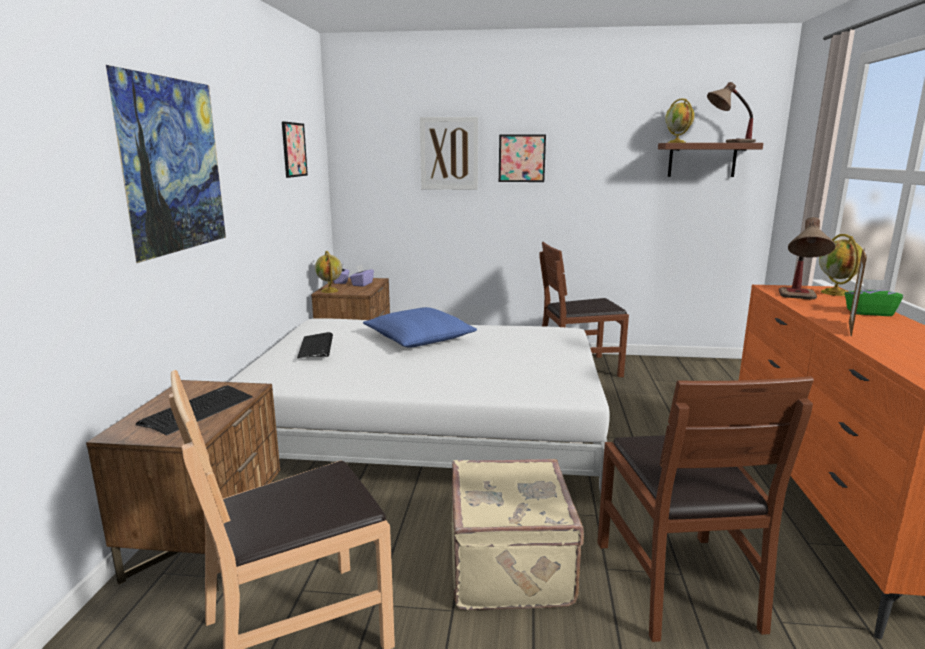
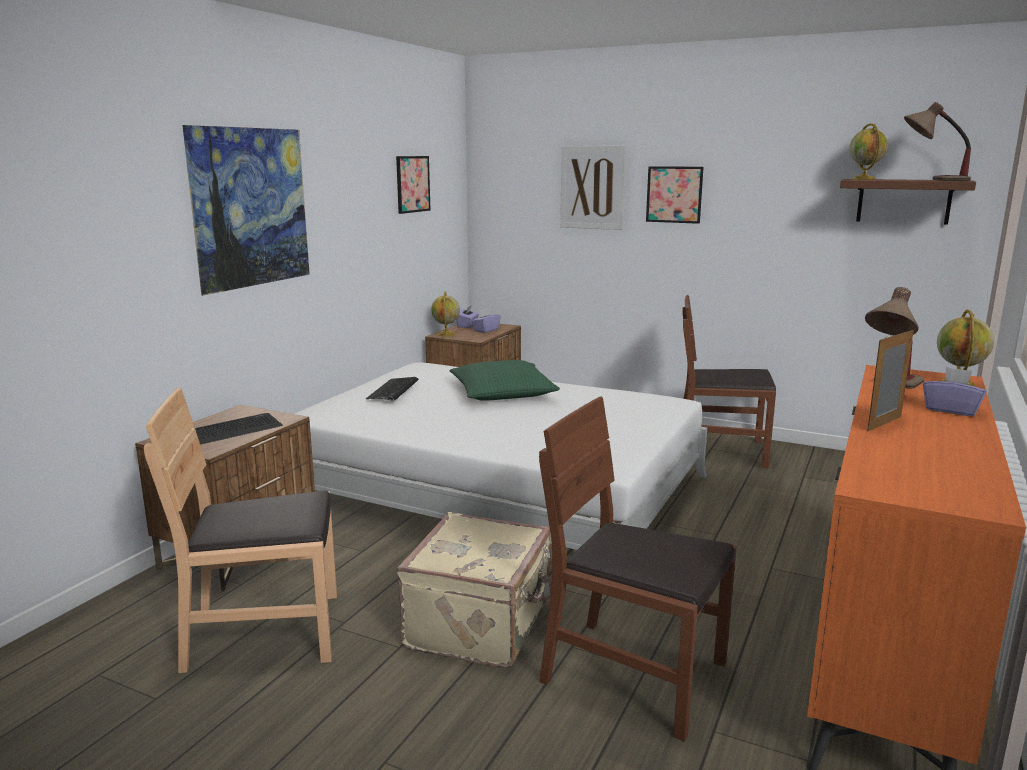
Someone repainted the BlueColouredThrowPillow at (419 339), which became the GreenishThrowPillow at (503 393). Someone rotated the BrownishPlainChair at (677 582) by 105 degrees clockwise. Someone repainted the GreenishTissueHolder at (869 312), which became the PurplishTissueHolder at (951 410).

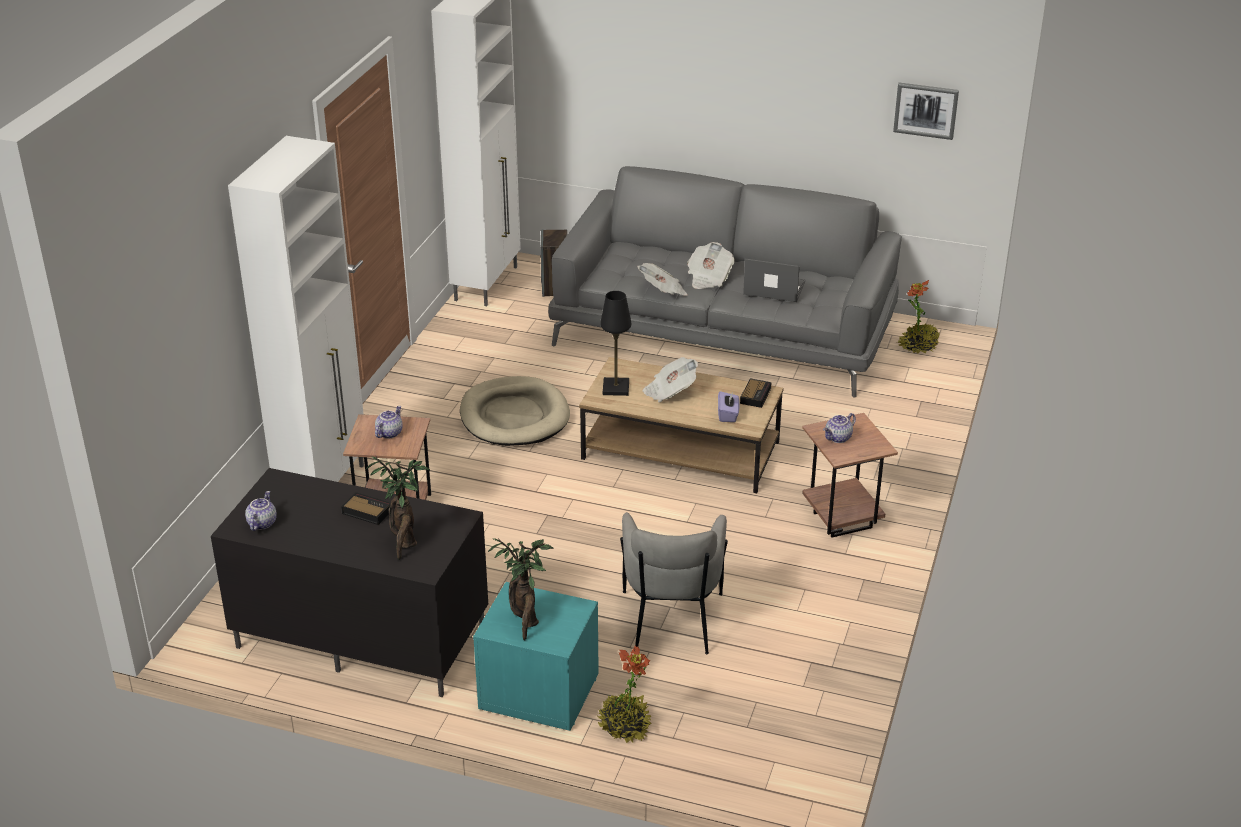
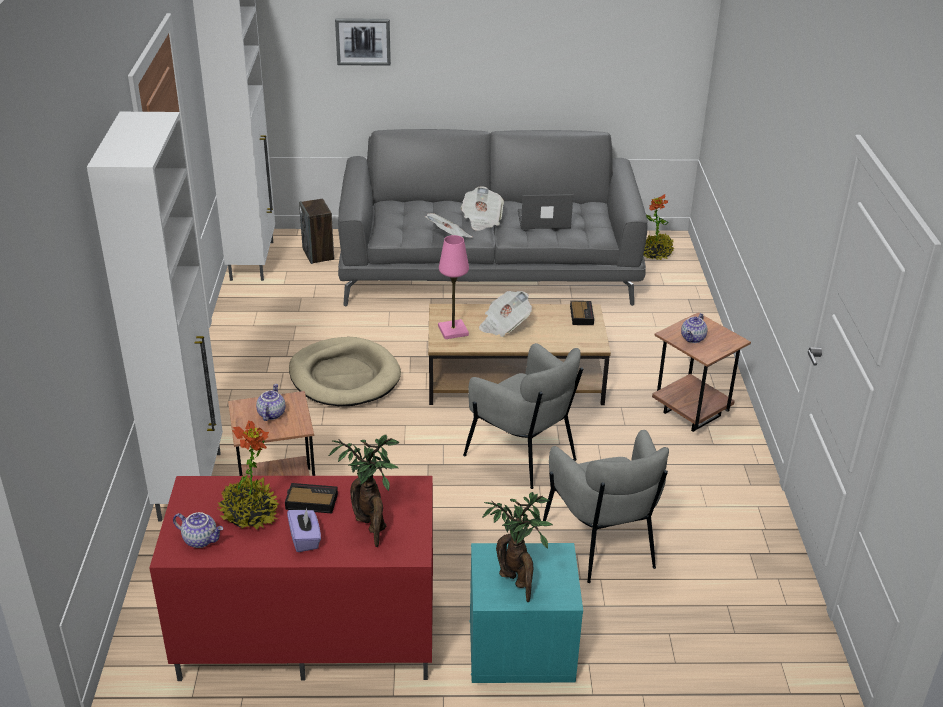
Someone repainted the BlackColouredTvUnit at (358 637), which became the ReddishTvUnit at (306 636). Someone rotated the TeaPot at (261 523) by 120 degrees clockwise. Someone carried the Houseplant from (624 726) to (250 514). Someone carried the PurplishTissueHolder from (728 415) to (305 539). Someone carried the Picture from (926 110) to (363 41). Someone repainted the BlackColouredTabletopLamp at (615 388), which became the PinkishTabletopLamp at (453 331). Someone put down the GreyishEasyChair at (524 455).

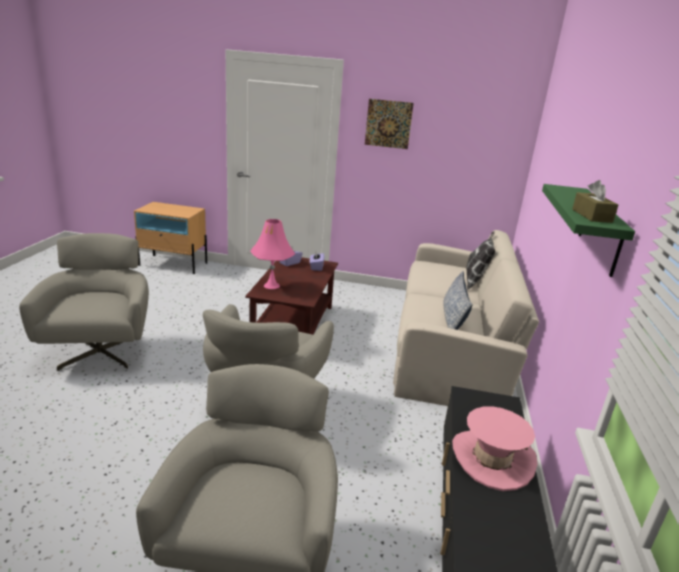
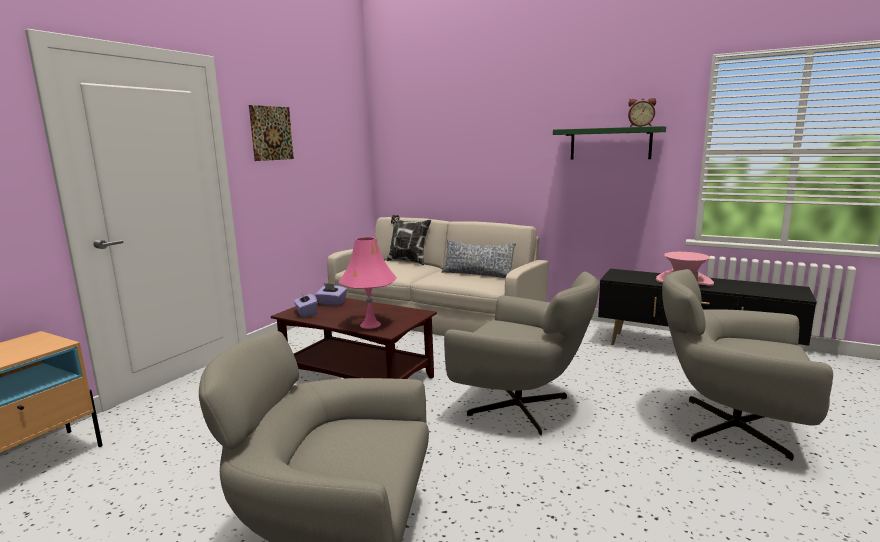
Someone swapped the BrownishTissueHolder at (591 216) for the TableClock at (640 126).

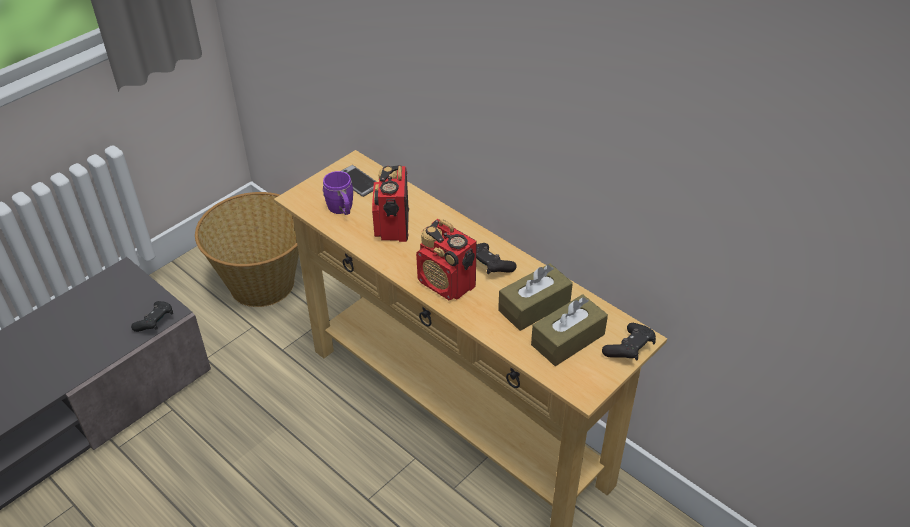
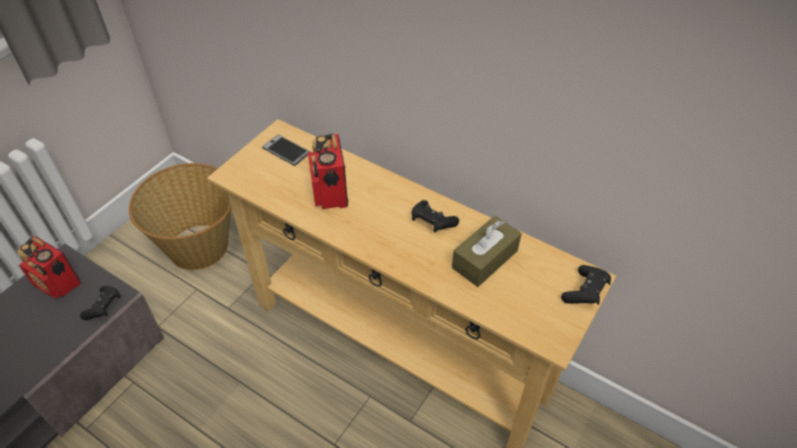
Someone carried the Radio from (447 284) to (57 284). Someone took away the PurplishMug at (342 210). Someone took away the BrownishTissueHolder at (568 339).

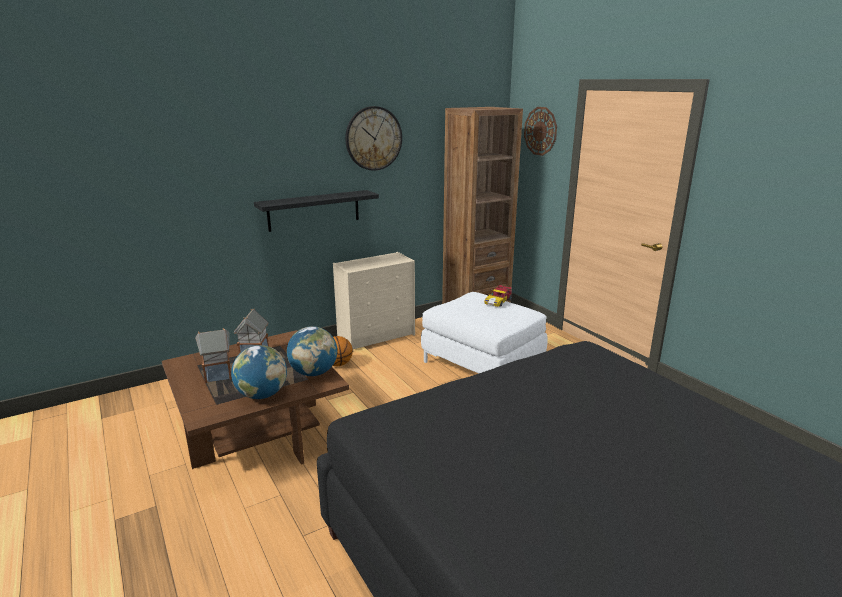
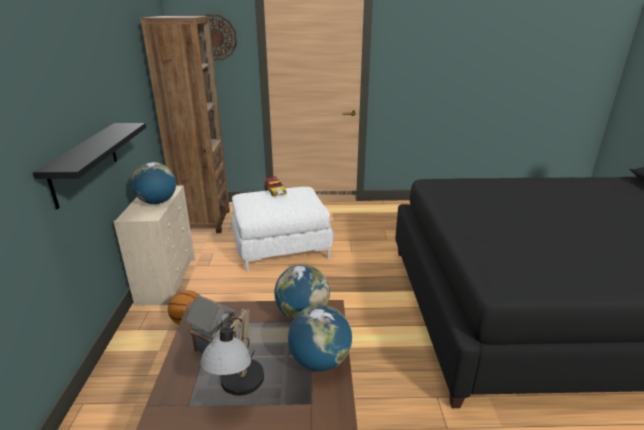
Someone put down the DeskGlobe at (157 202). Someone swapped the ModelHouse at (219 375) for the TabletopLamp at (238 388). Someone took away the ClockOnTheWall at (373 138).

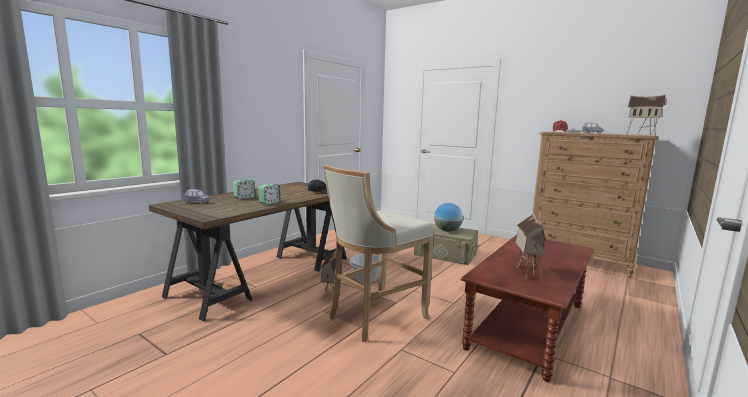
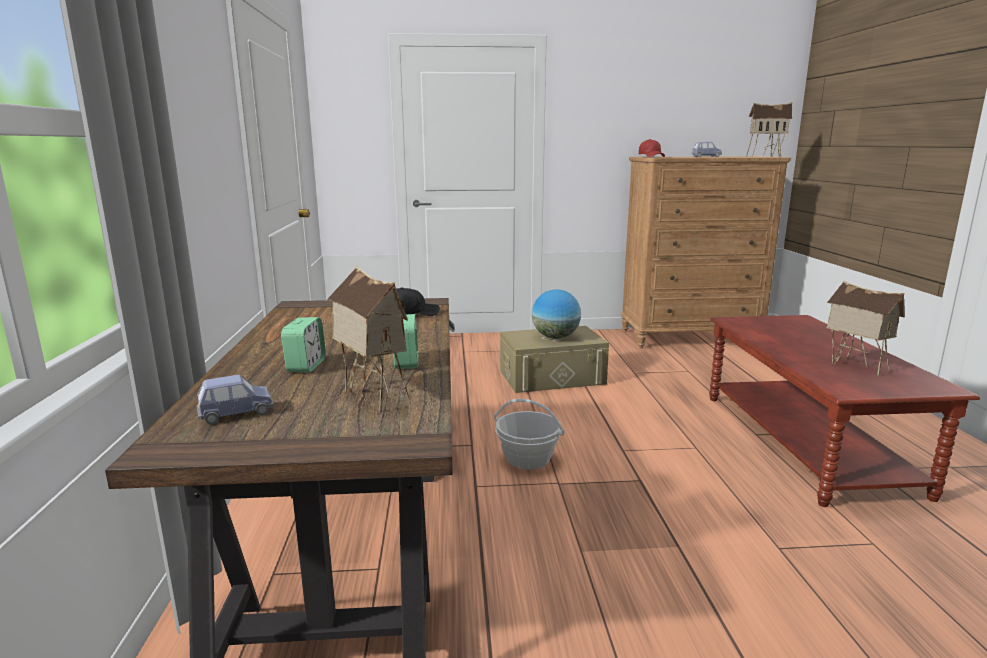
Someone carried the ModelHouse from (329 295) to (372 395). Someone took away the BeigeSittingStool at (374 317).

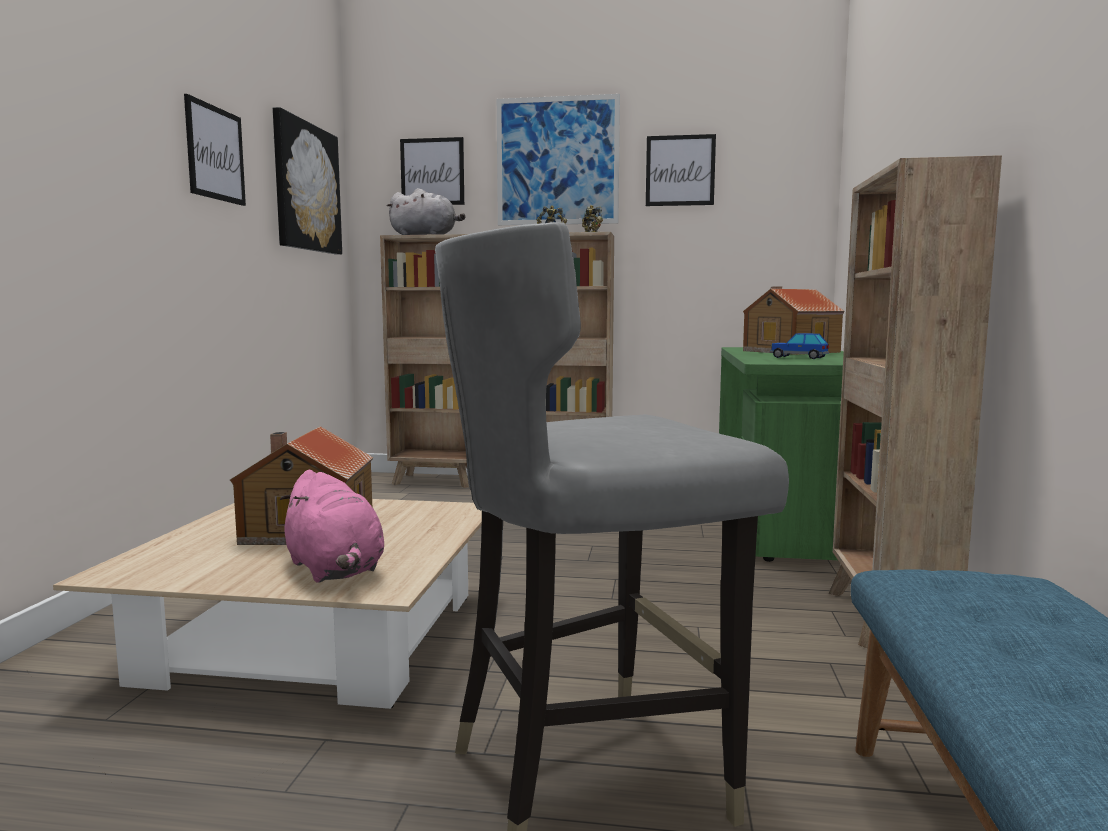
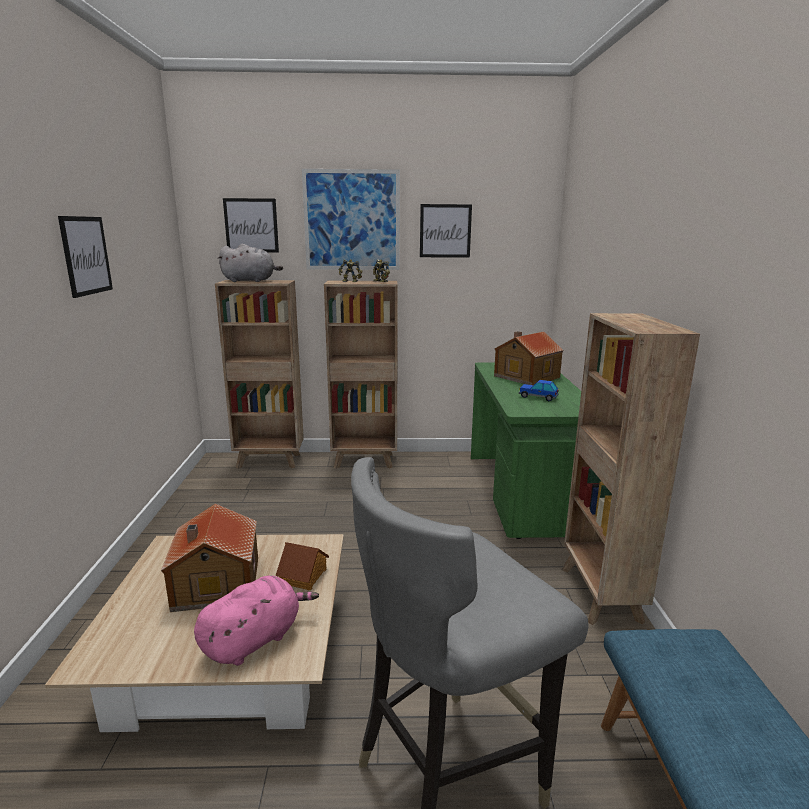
Someone rotated the PinkishPlushToy at (335 570) by 90 degrees counterclockwise. Someone put down the ModelHouse at (304 576). Someone took away the Picture at (306 187).

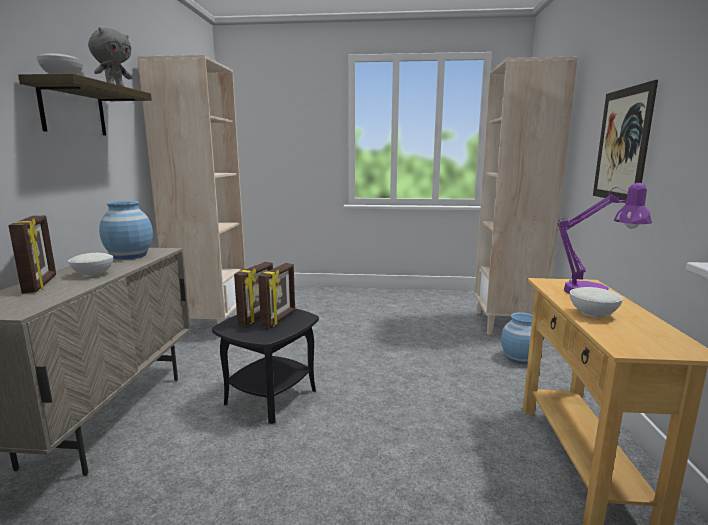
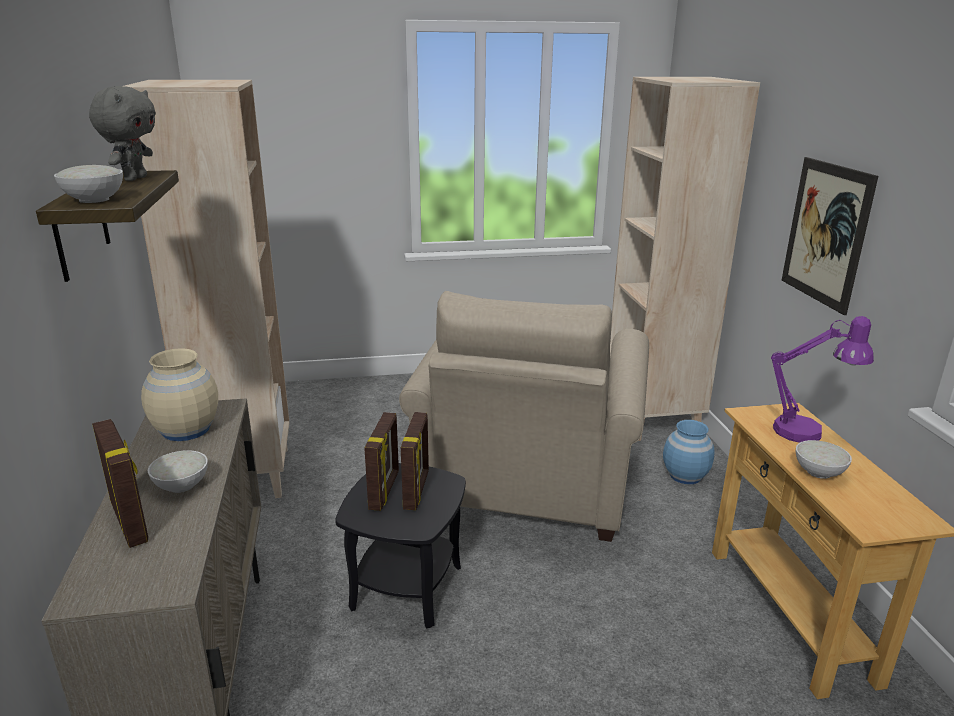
Someone repainted the BlueColouredFlowerVase at (130 256), which became the BeigeFlowerVase at (186 429). Someone put down the BeigeEasyChair at (525 489).

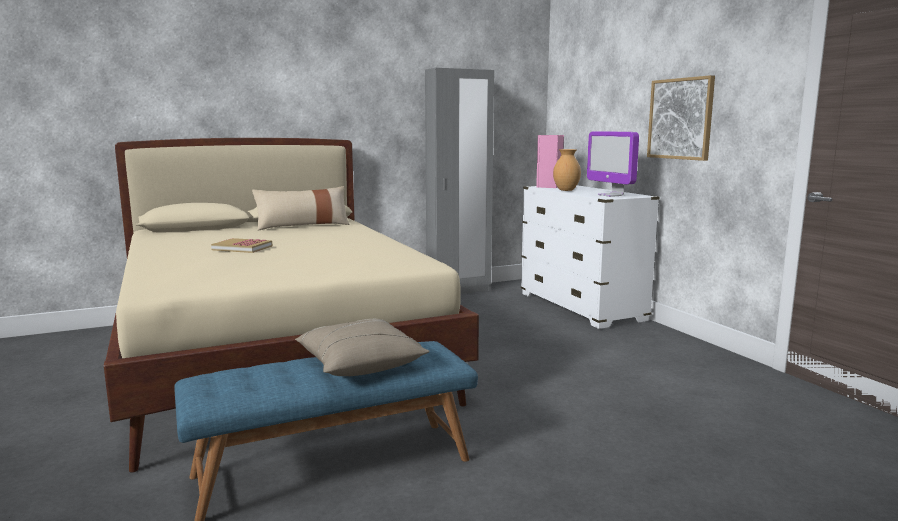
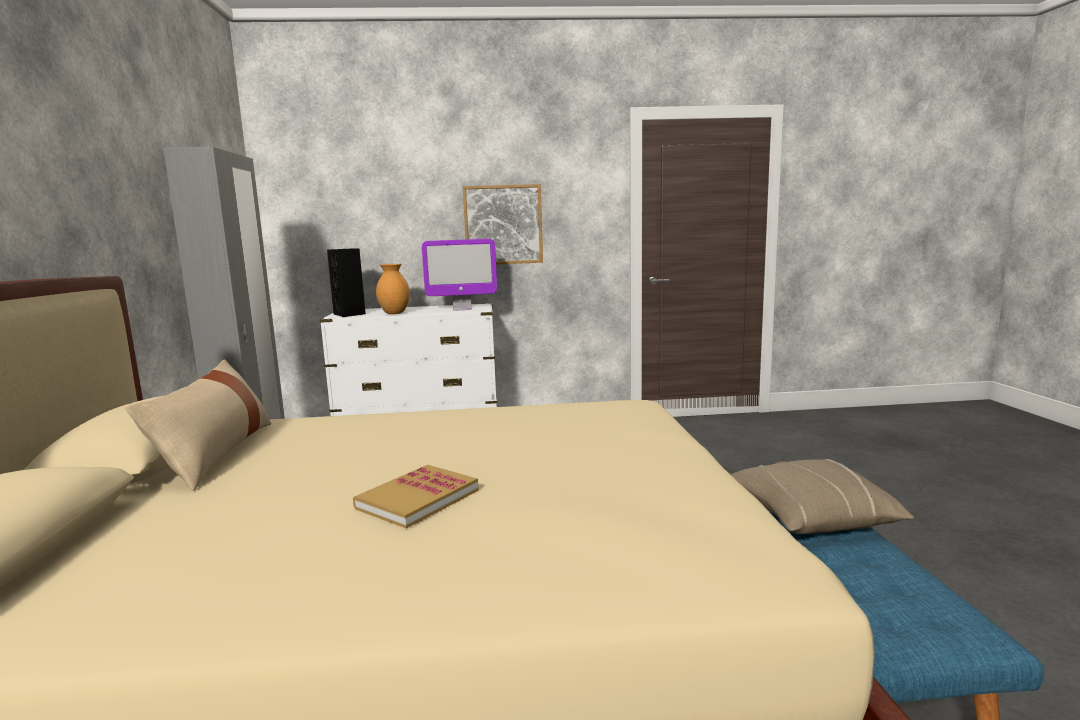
Someone repainted the PinkishAudioSpeaker at (549 187), which became the BlackColouredAudioSpeaker at (350 314).

